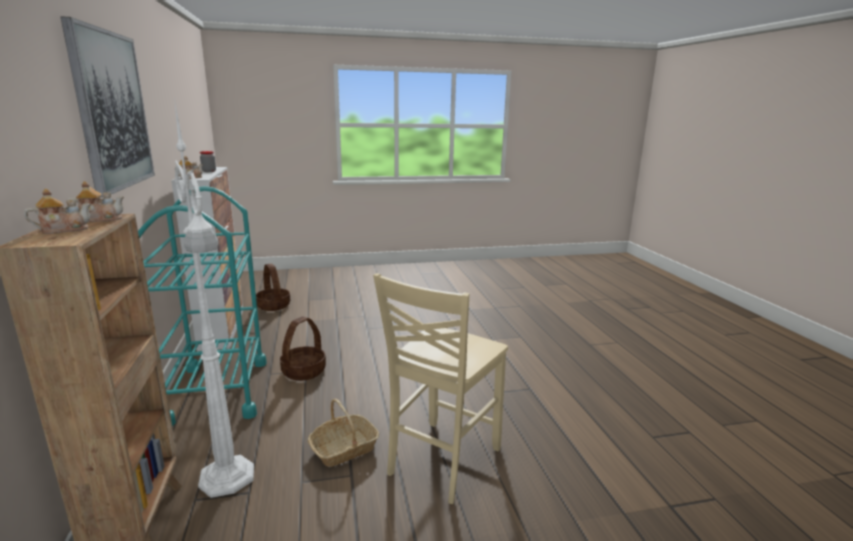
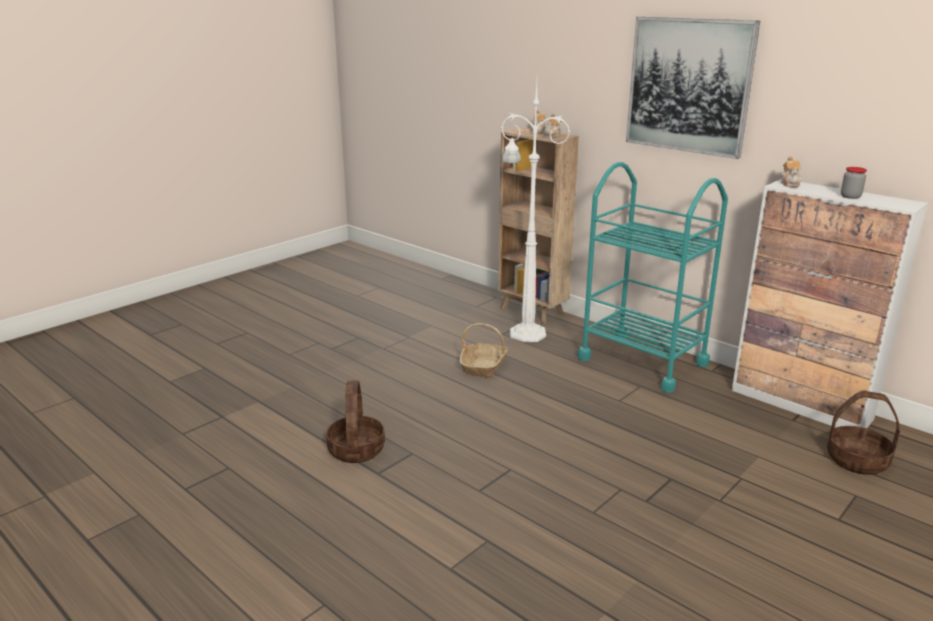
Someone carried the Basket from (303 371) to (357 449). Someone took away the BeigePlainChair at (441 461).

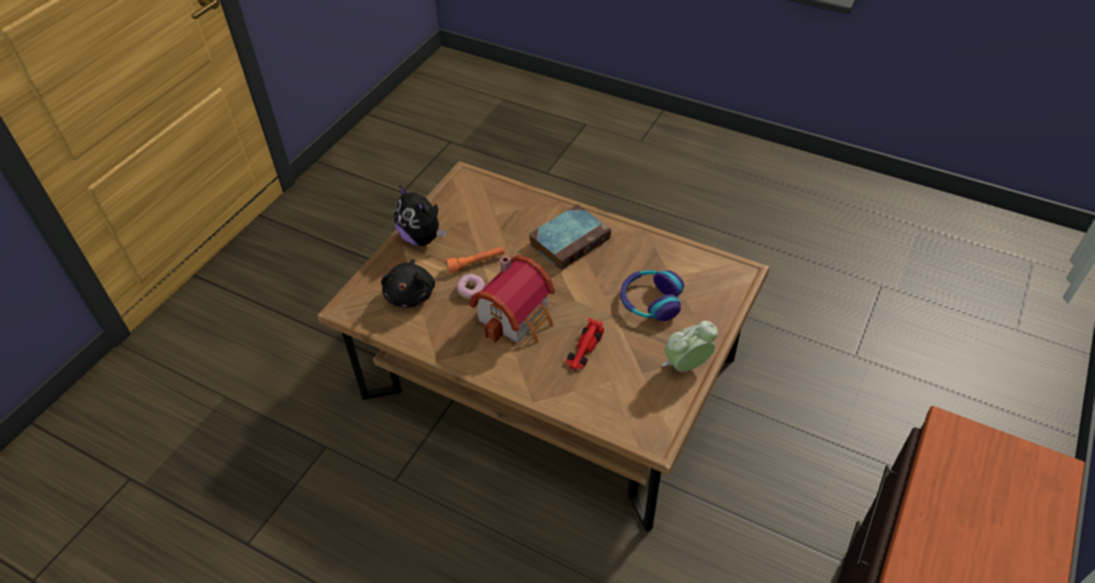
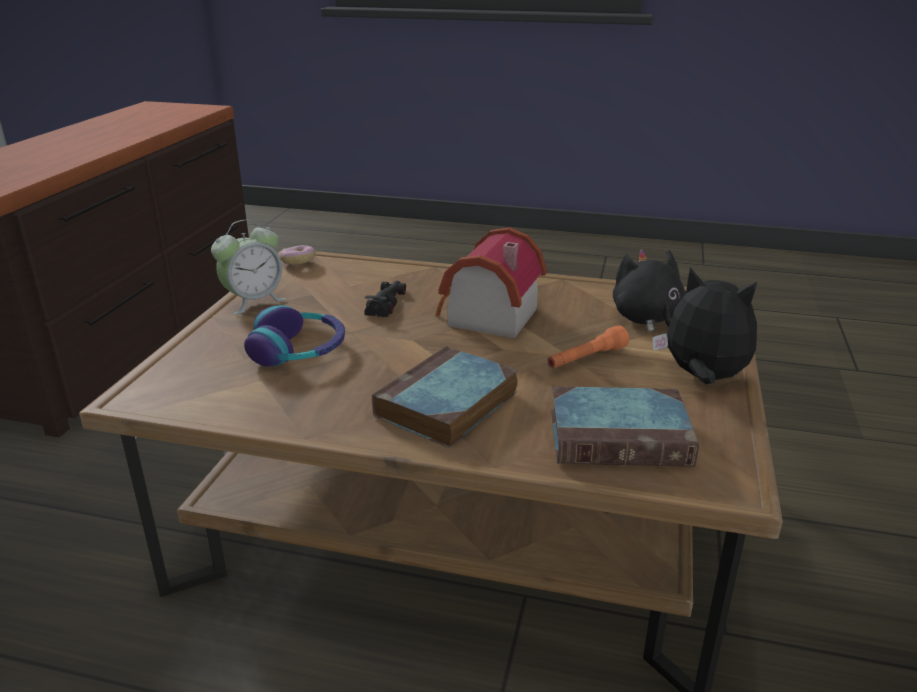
Someone carried the Donut from (471 291) to (298 262). Someone repainted the ReddishToyCar at (584 349), which became the BlackColouredToyCar at (387 302). Someone put down the Volume at (621 436).

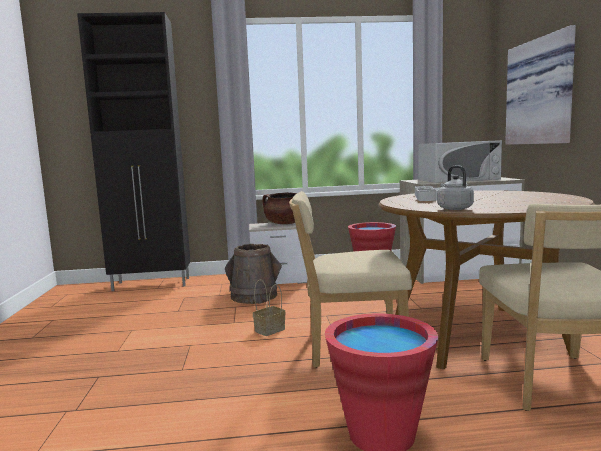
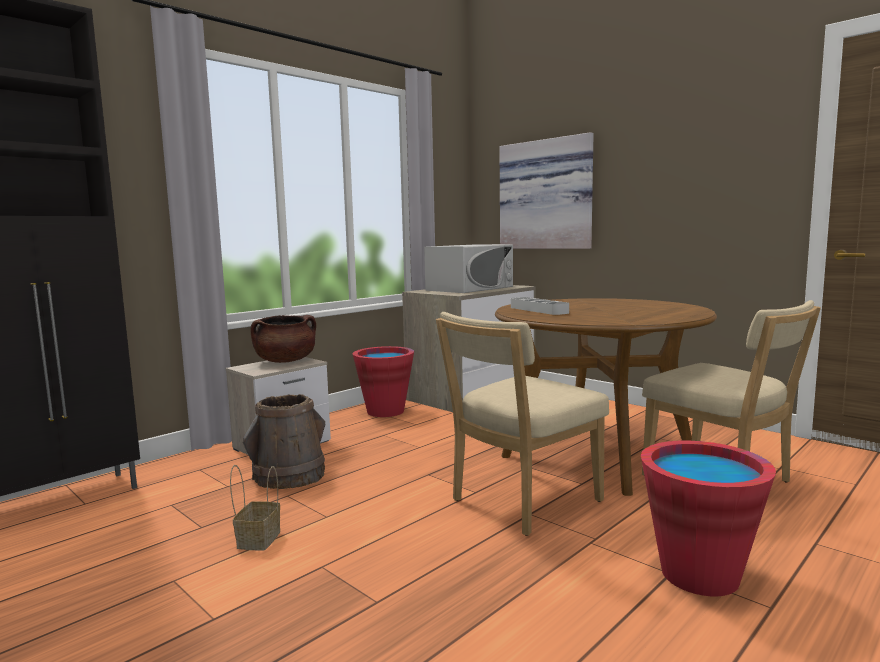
Someone carried the Basket from (270 329) to (258 539). Someone took away the GreyishTeaKettle at (453 208).

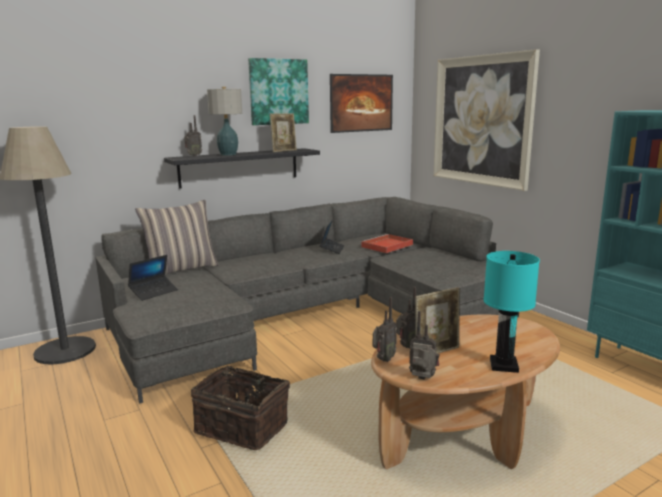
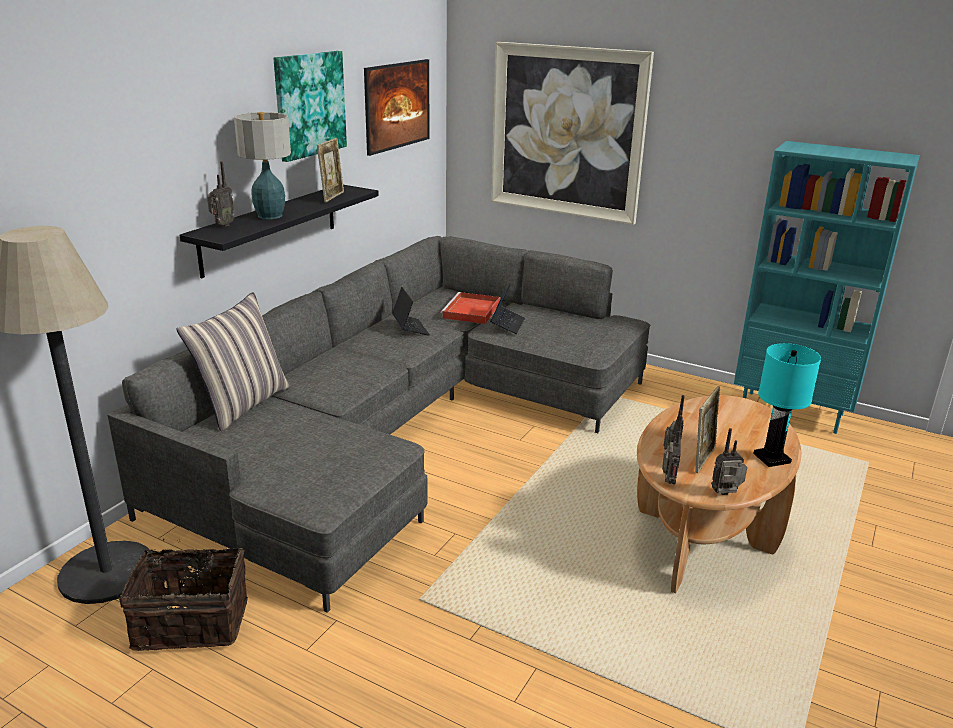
Someone carried the Basket from (243 426) to (192 620). Someone carried the NotebookComputer from (154 292) to (507 324).

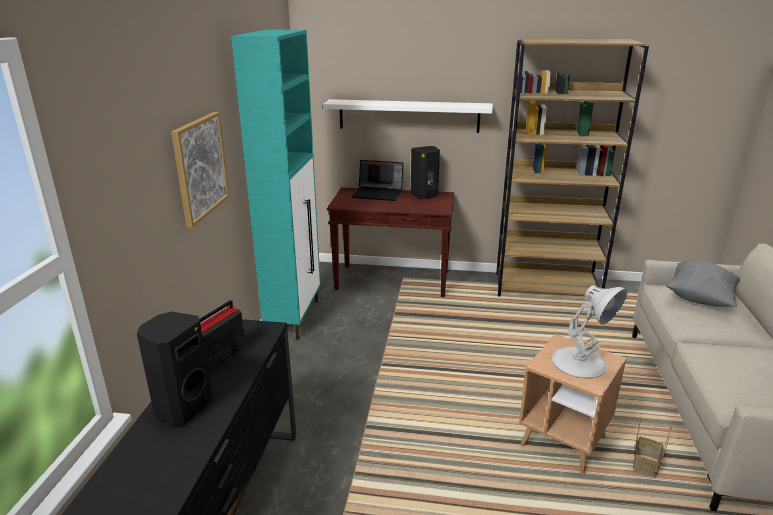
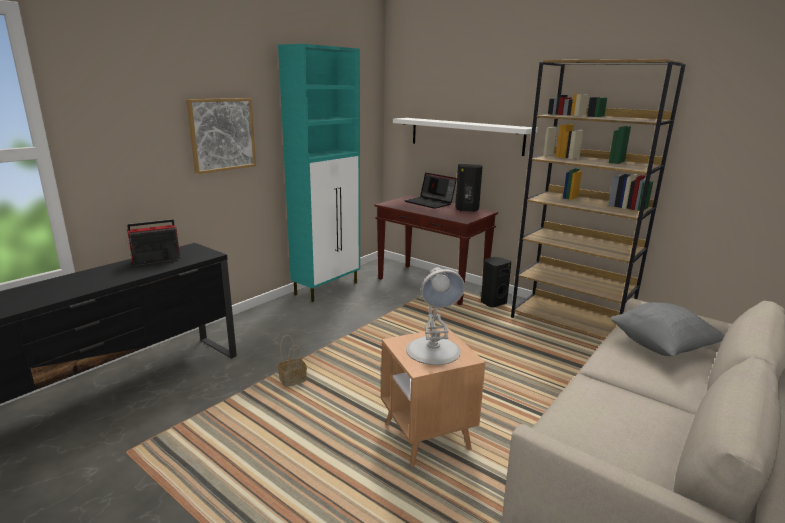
Someone carried the Basket from (645 464) to (293 380). Someone carried the BlackColouredAudioSpeaker from (182 407) to (492 302).

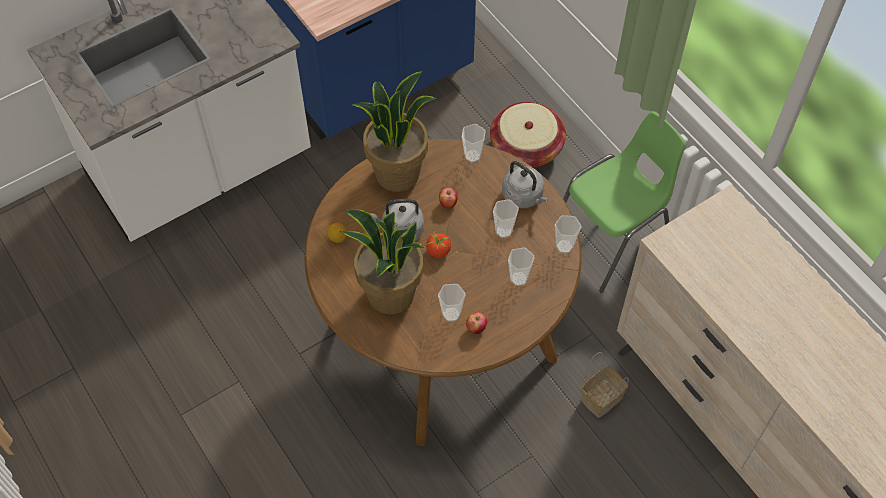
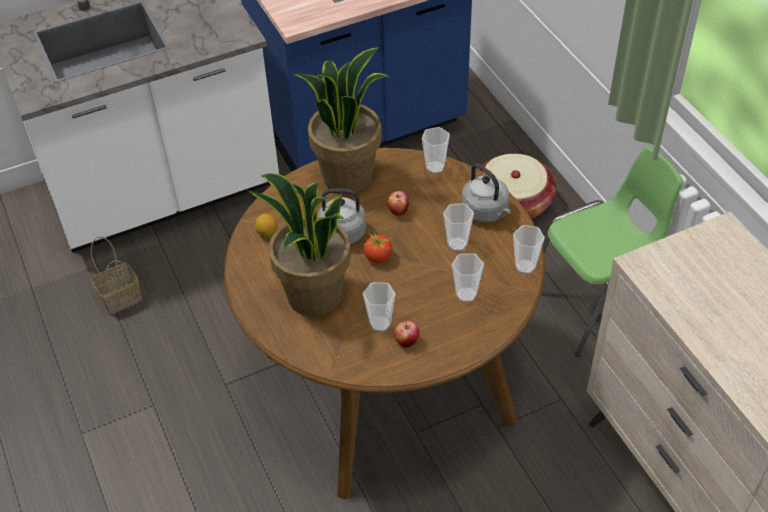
Someone carried the Basket from (602 397) to (121 297).

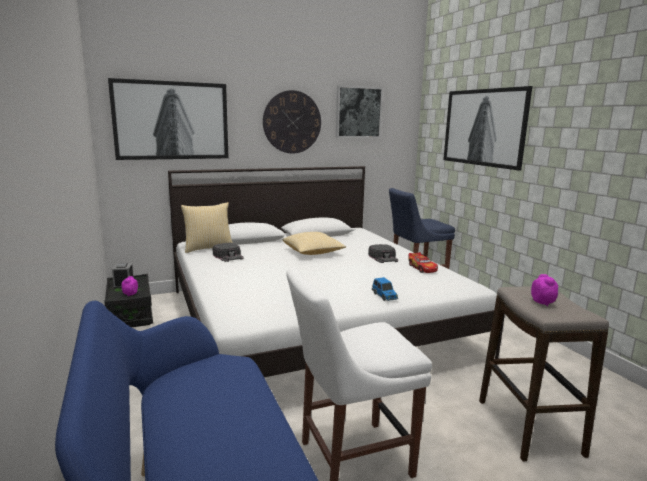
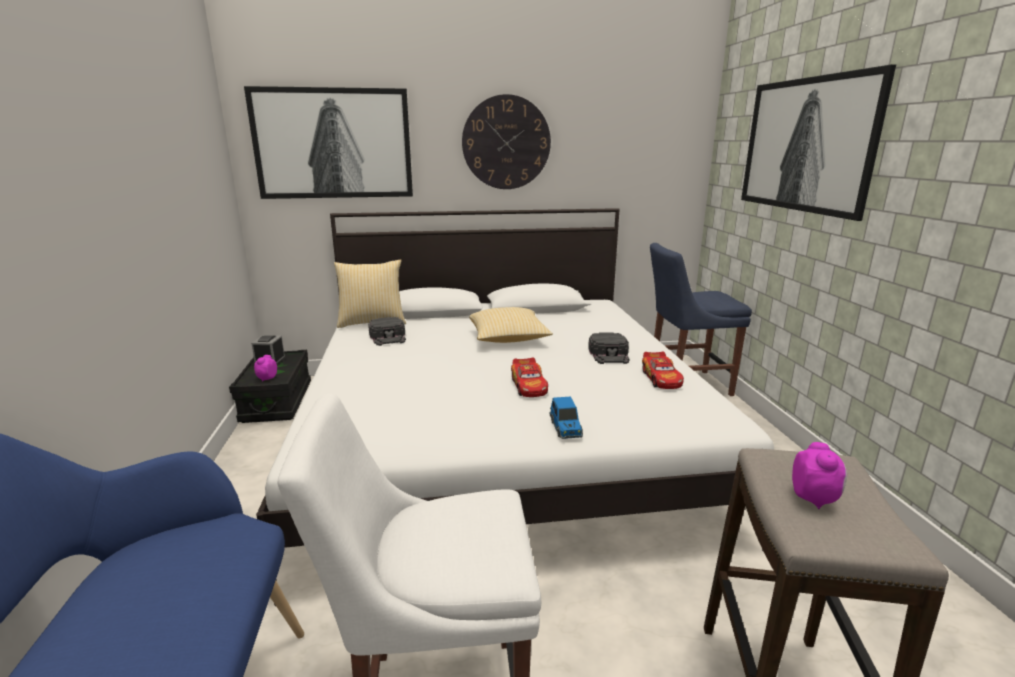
Someone put down the ToyCar at (529 386). Someone took away the Picture at (358 112).

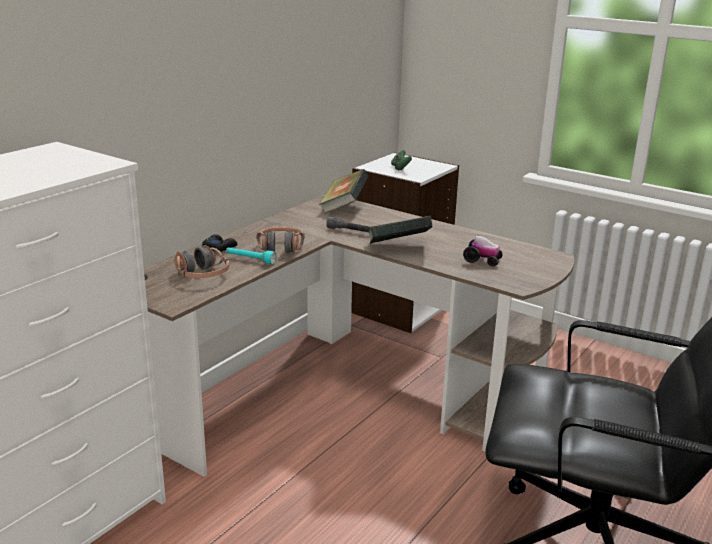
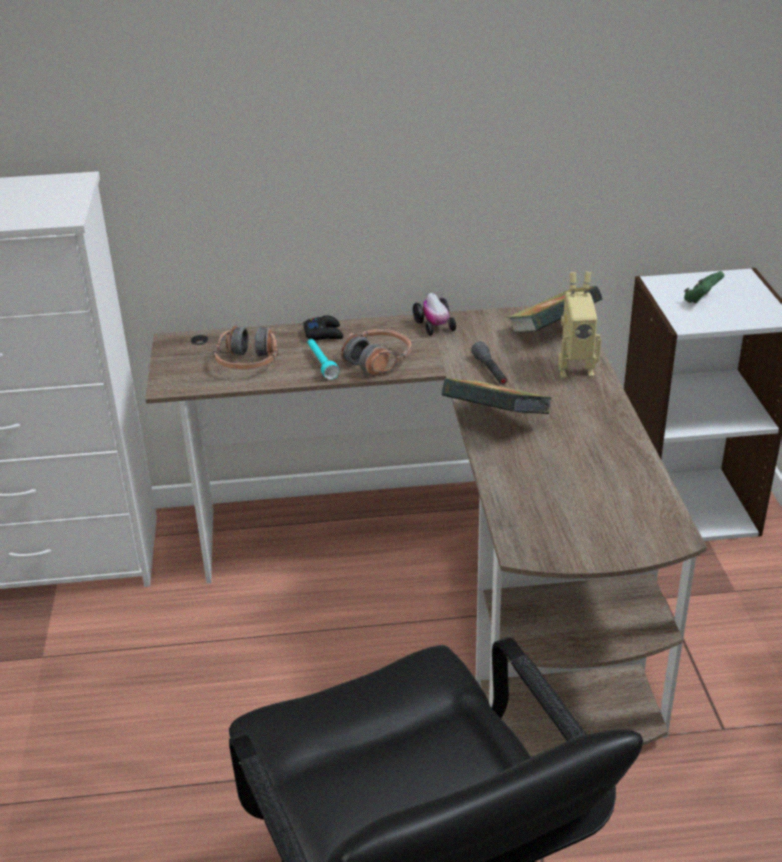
Someone carried the ToyCar from (482 260) to (435 325). Someone put down the ModelRobot at (575 369).

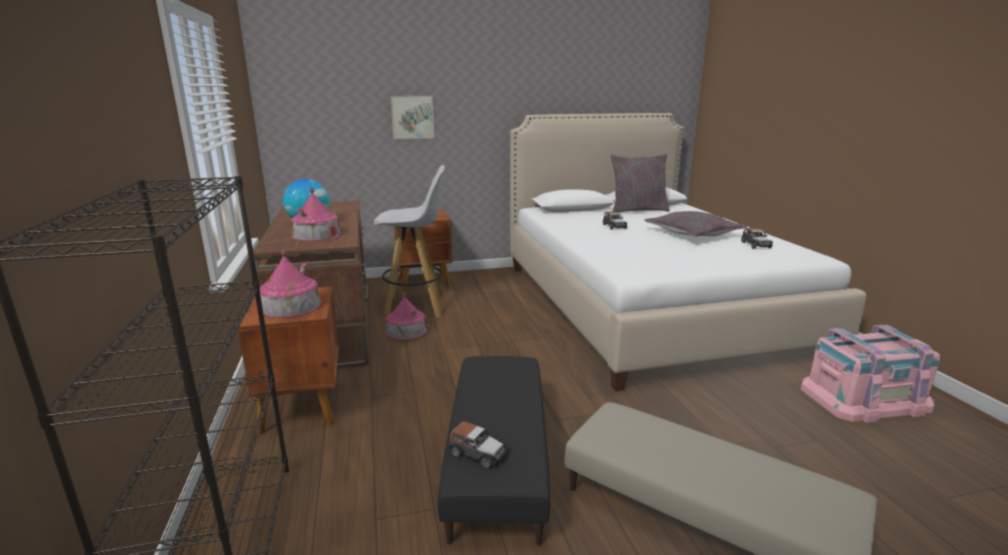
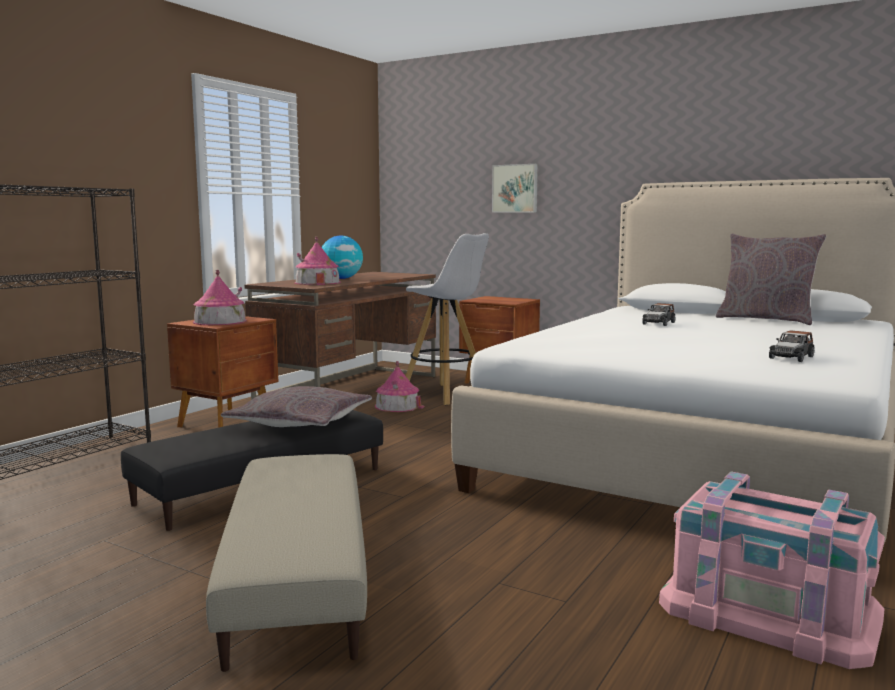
Someone carried the GreyishThrowPillow from (692 234) to (300 422). Someone took away the ToyCar at (477 453).

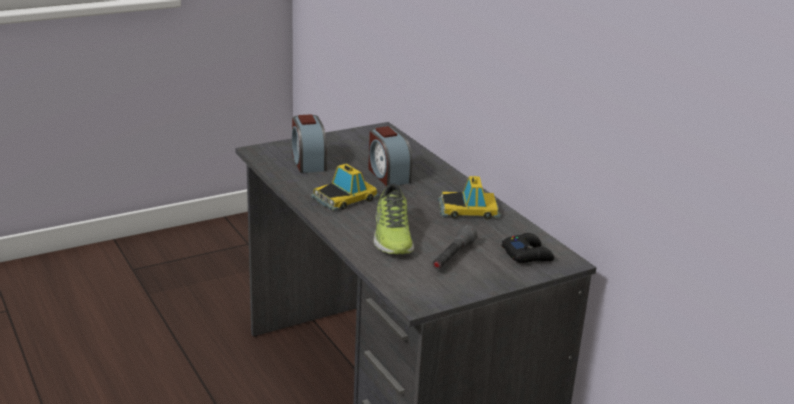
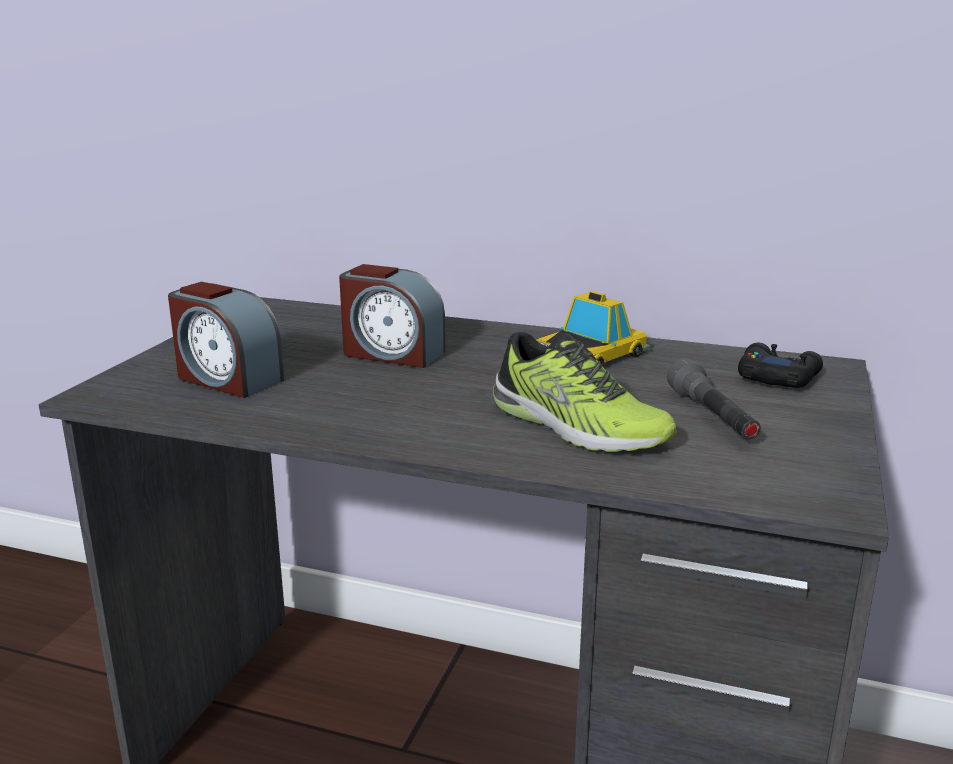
Someone took away the ToyCar at (345 198).

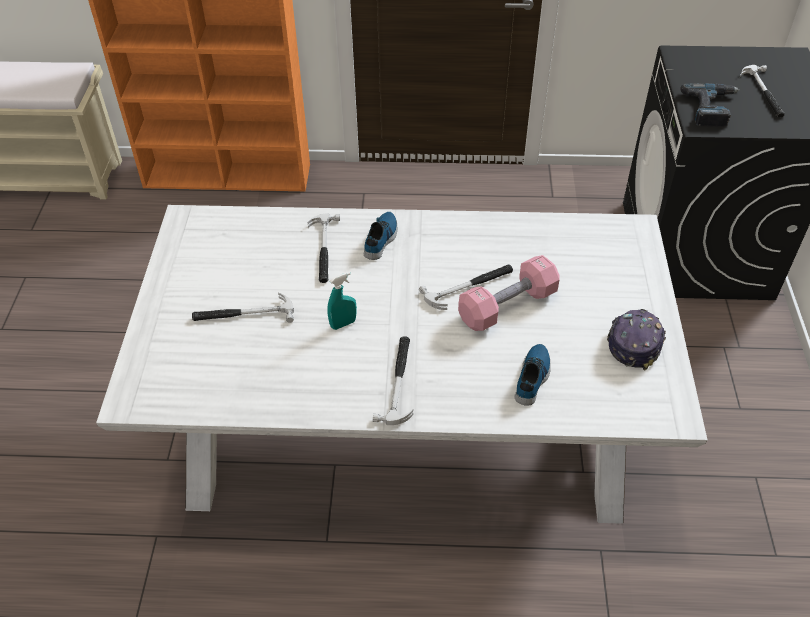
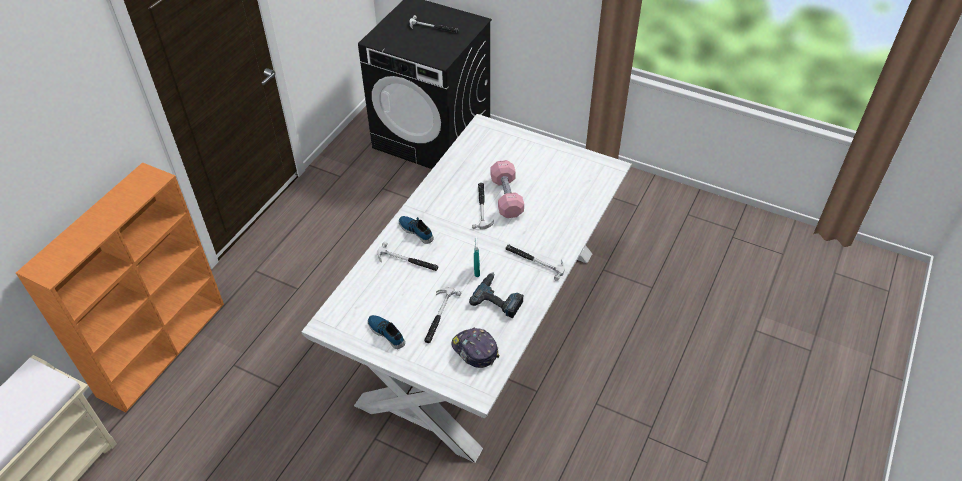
Someone carried the Shoe from (533 377) to (387 333). Someone carried the Cap from (634 342) to (474 350). Someone carried the Drill from (712 109) to (499 298).

